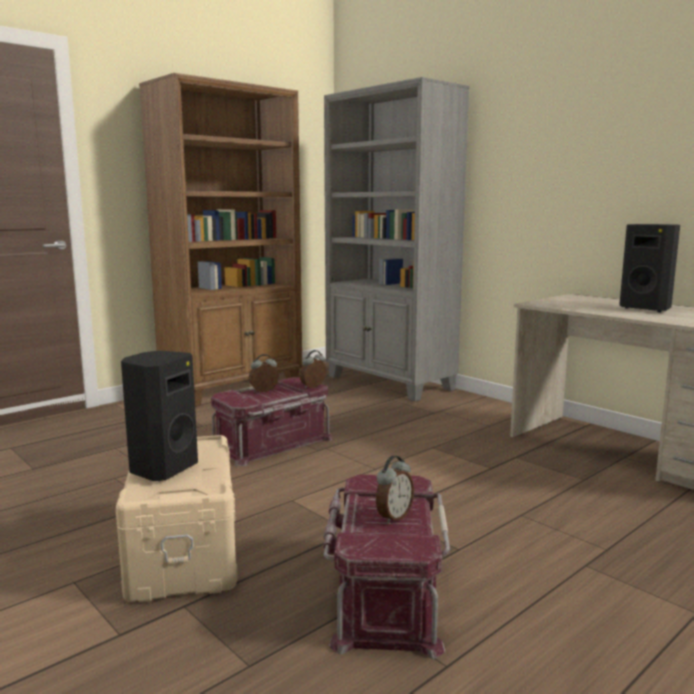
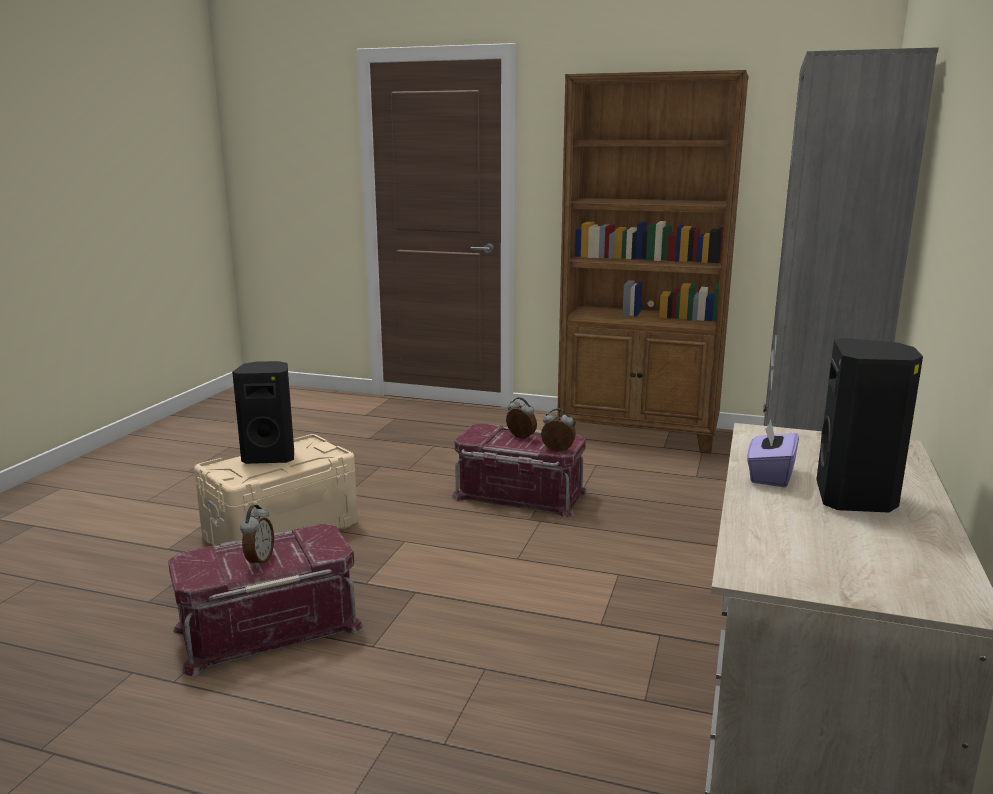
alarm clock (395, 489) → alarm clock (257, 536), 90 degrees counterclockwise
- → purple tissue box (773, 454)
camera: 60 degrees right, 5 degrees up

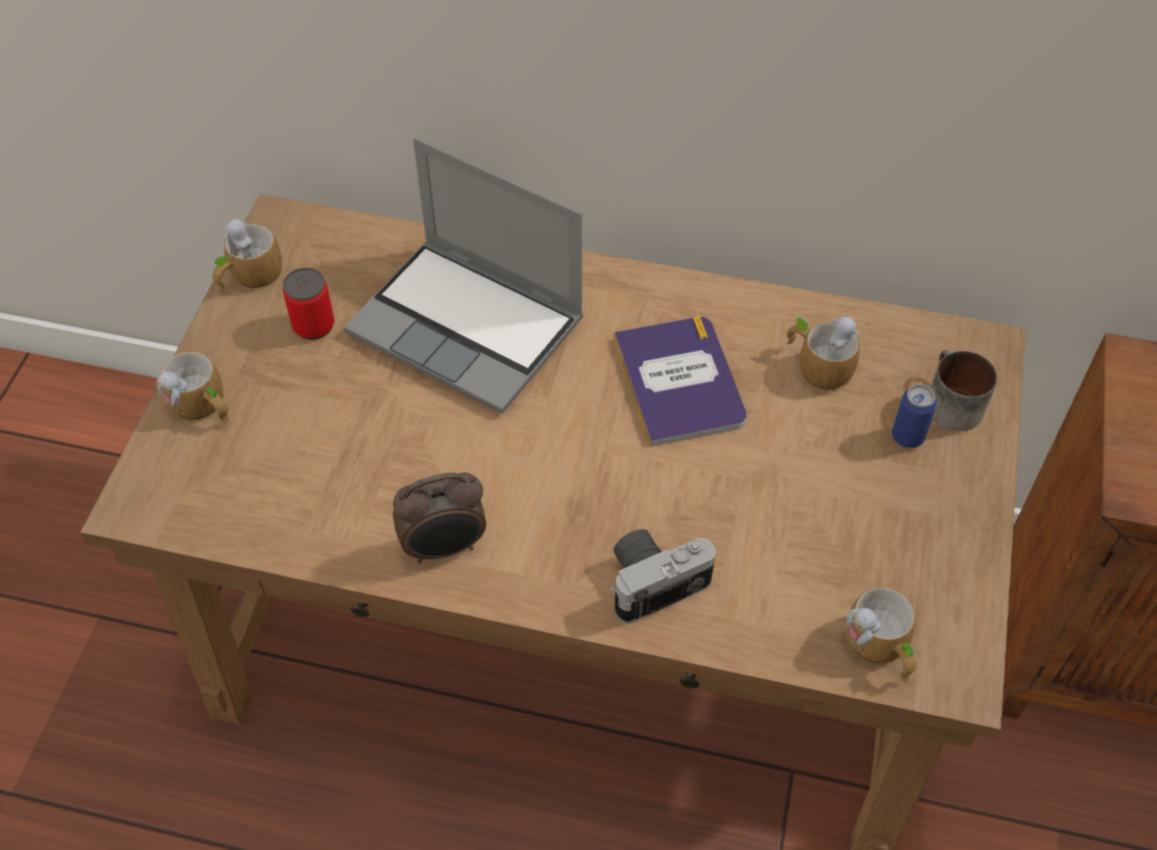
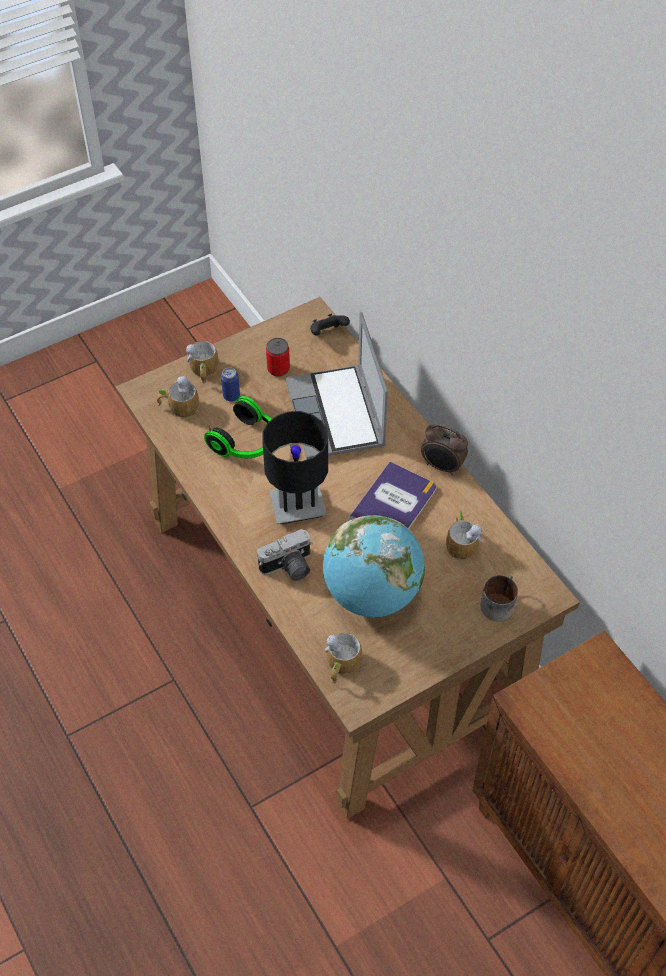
mug (247, 255) → mug (177, 397), relocated
- → headphones (238, 427)
can (914, 416) → can (230, 384), relocated
photo camera (662, 576) → photo camera (285, 555), 135 degrees clockwise
- → black table lamp (295, 467)
- → black game controller (330, 325)
- → globe (374, 566)
alarm clock (439, 518) → alarm clock (444, 449), relocated
camera: 45 degrees right, 0 degrees up

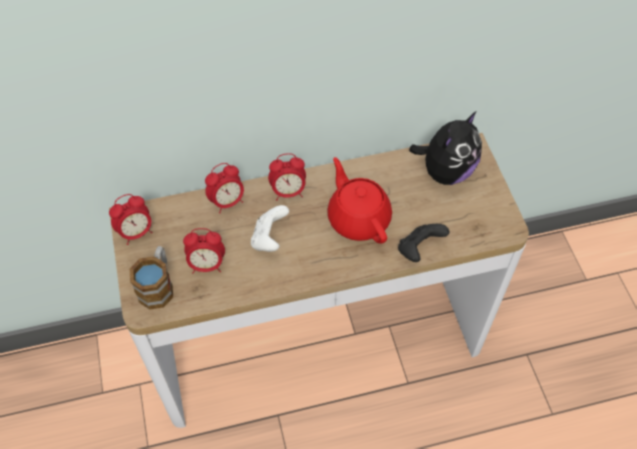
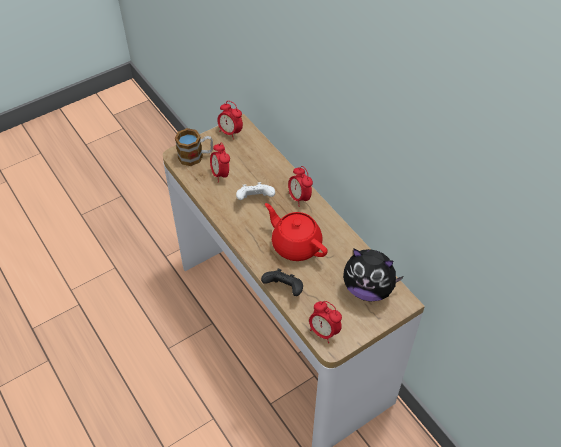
red teapot (359, 200) → red teapot (296, 232), 90 degrees counterclockwise
alarm clock (224, 188) → alarm clock (325, 322), relocated
camera: 70 degrees right, 5 degrees down

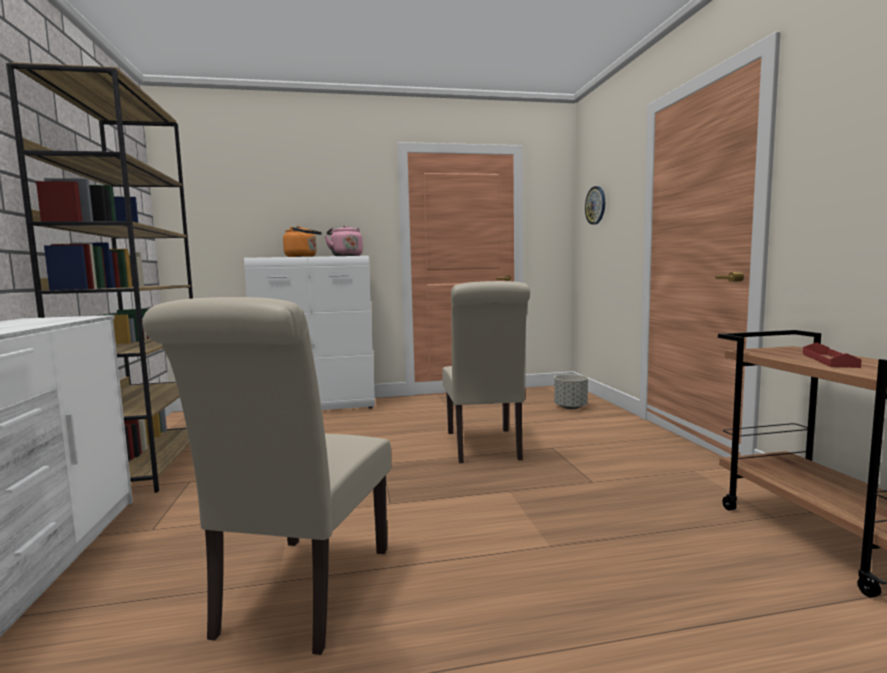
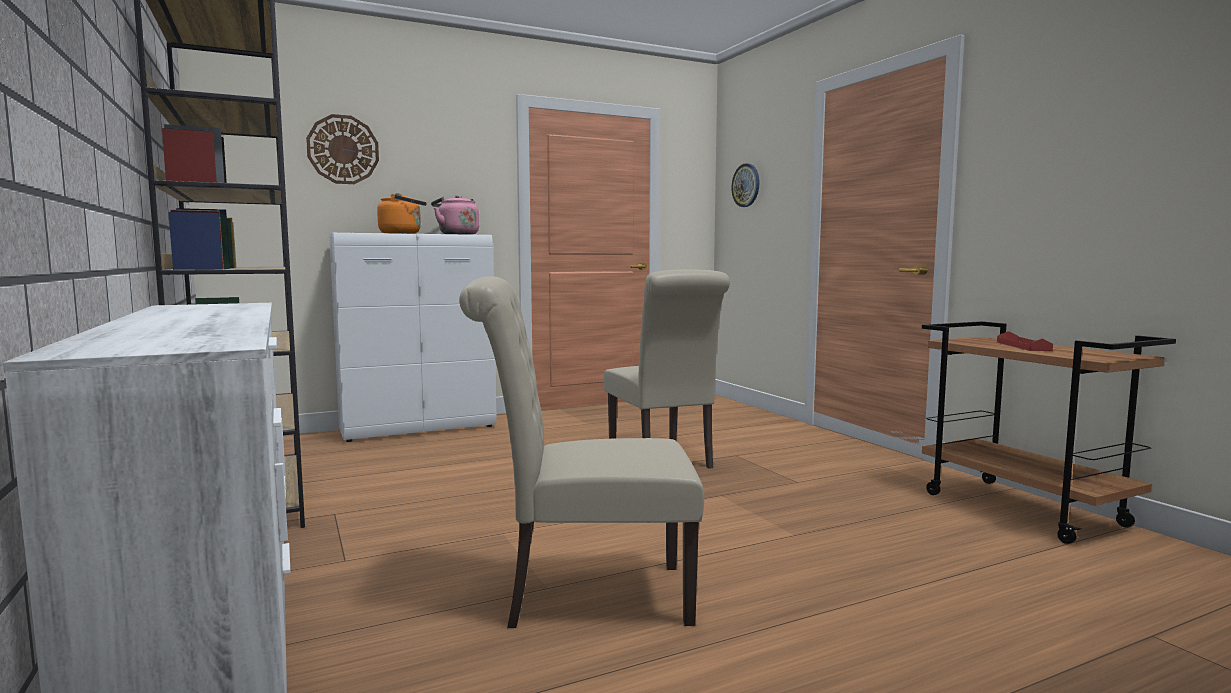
- → wall clock (342, 149)
beige chair (266, 476) → beige chair (581, 452), 90 degrees clockwise
grey planter (571, 391) → -
camera: 15 degrees left, 0 degrees up

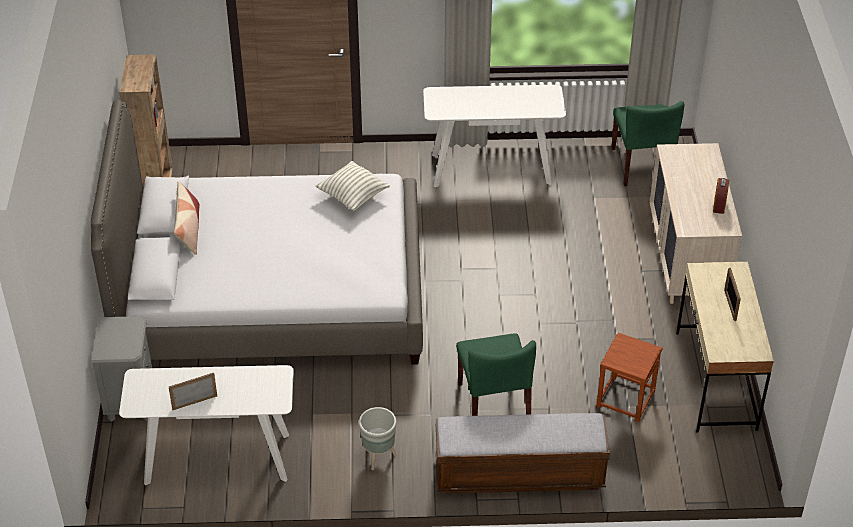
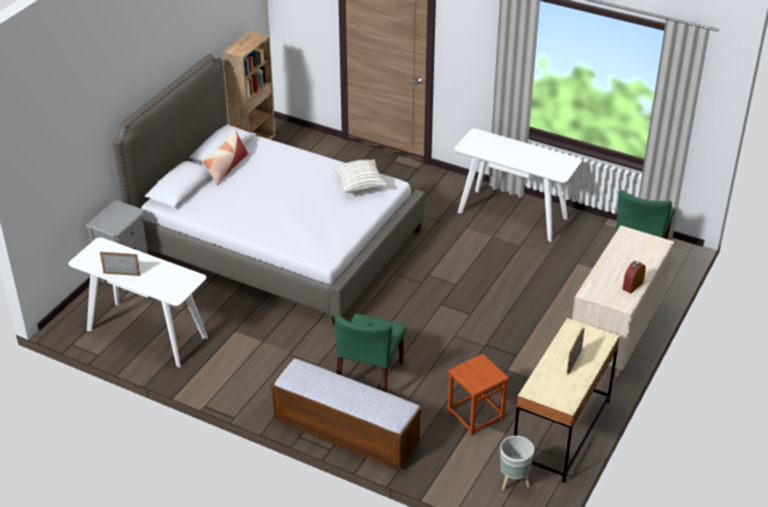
grey planter (377, 438) → grey planter (517, 463), relocated
camera: 30 degrees right, 5 degrees down

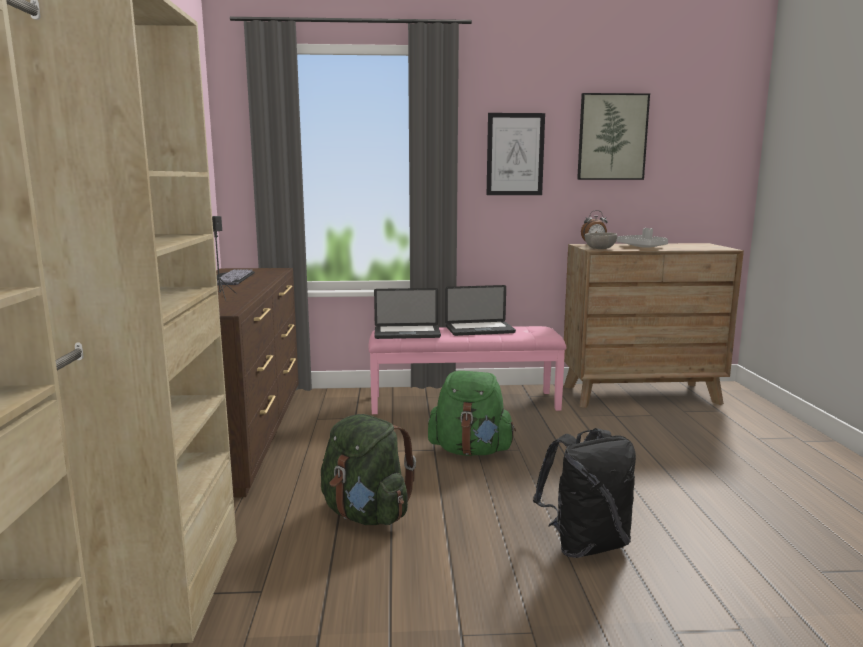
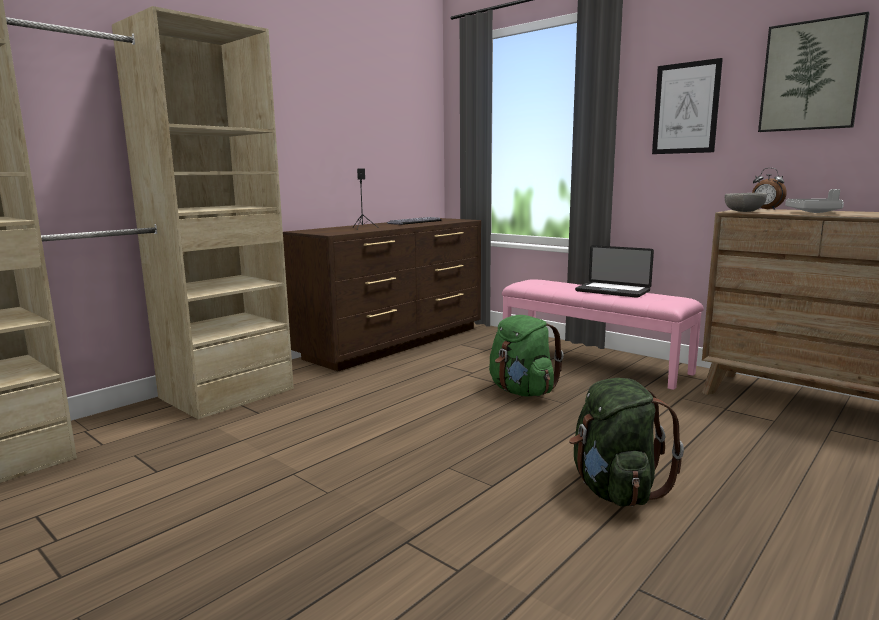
green backpack (368, 469) → green backpack (626, 442), relocated
laptop (407, 313) → -
black backpack (584, 493) → -
camera: 45 degrees right, 0 degrees up

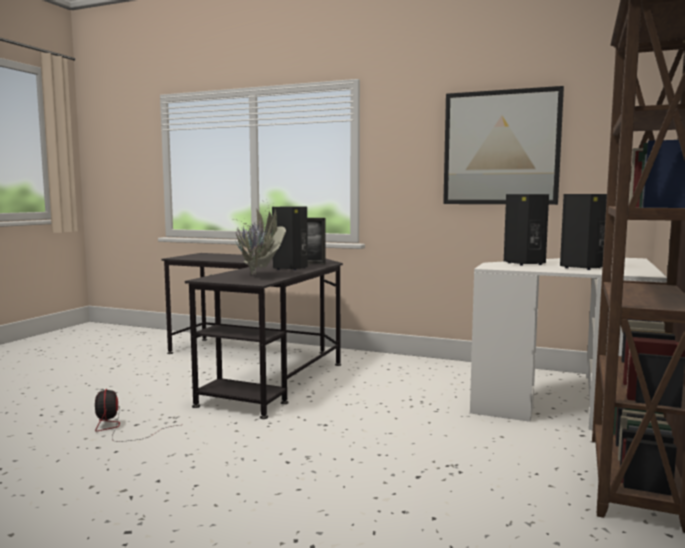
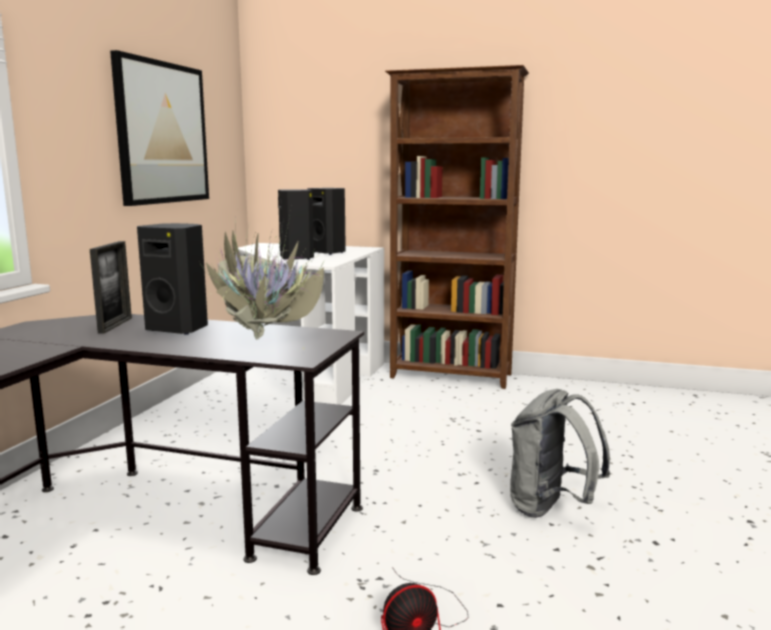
- → grey backpack (560, 453)
camera: 95 degrees left, 5 degrees up

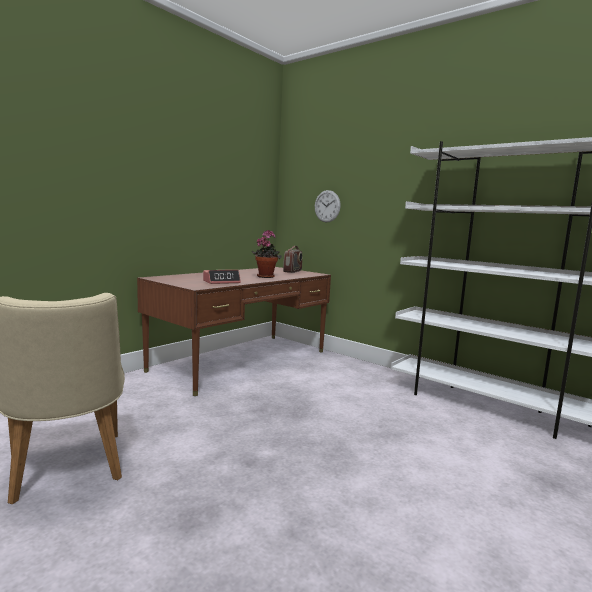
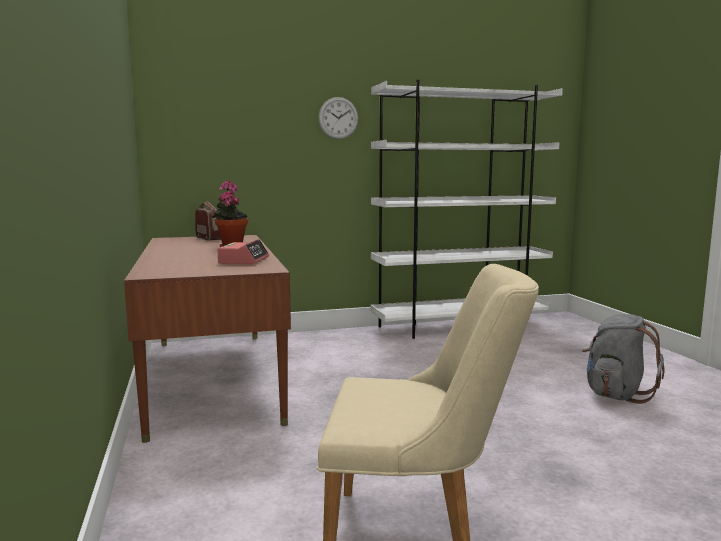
wall clock (328, 206) → wall clock (338, 118), relocated
- → grey backpack (623, 359)
camera: 55 degrees left, 0 degrees up

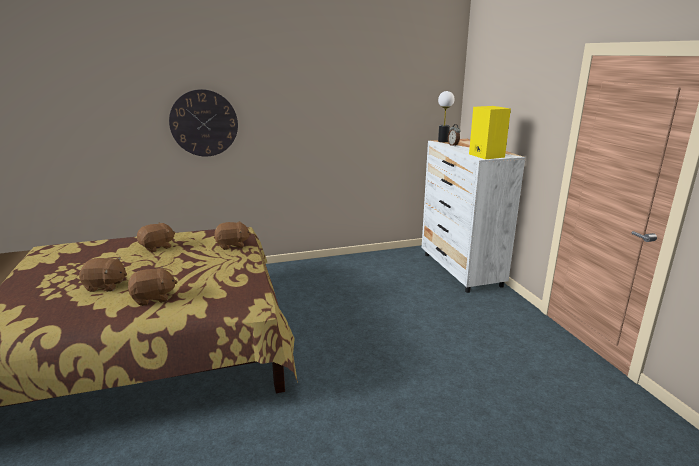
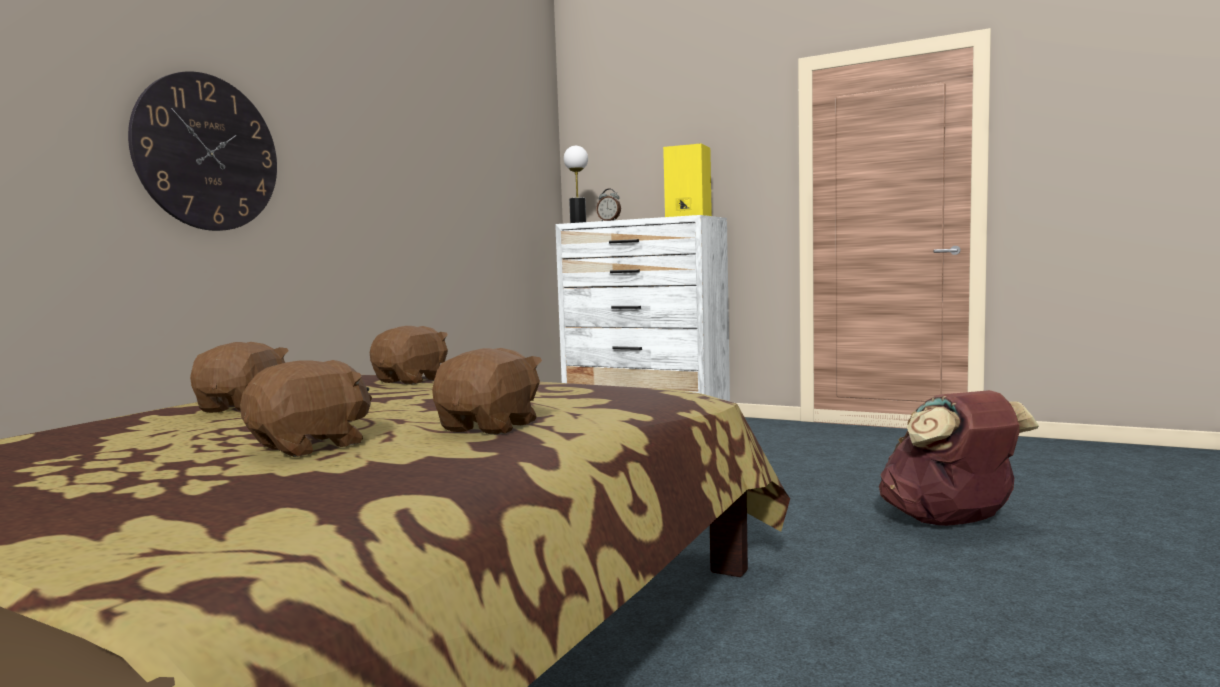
- → brown backpack (959, 458)
camera: 45 degrees left, 15 degrees down

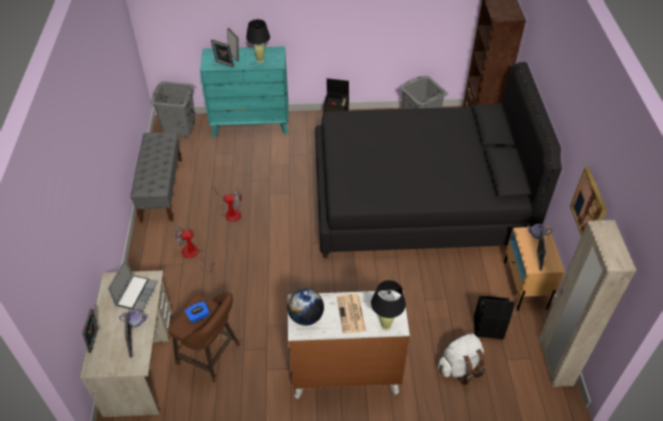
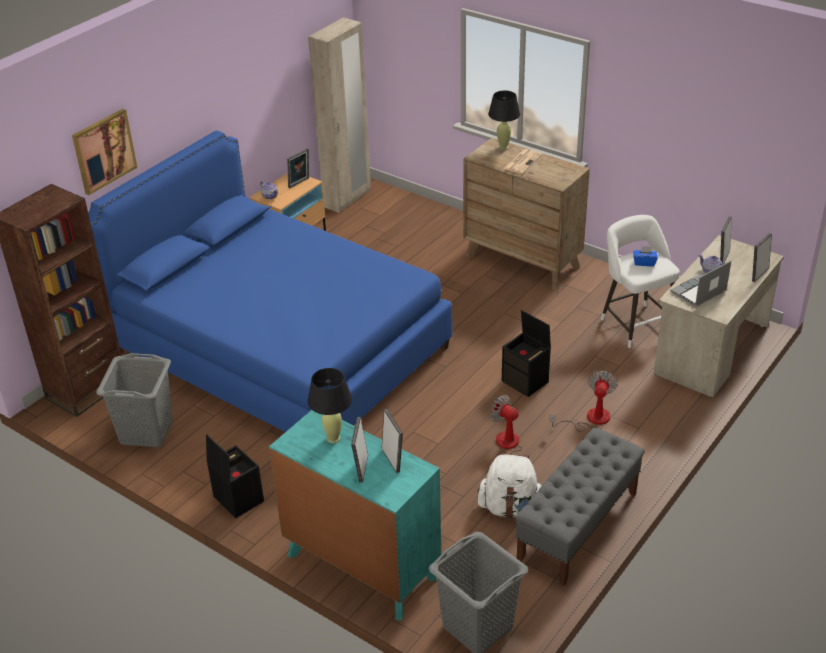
picture (588, 201) → picture (105, 152), relocated
black bed (438, 160) → blue bed (270, 281)
white dresser (349, 344) → brown dresser (526, 214)
white backpack (461, 359) → white backpack (509, 485), relocated
black storage box (494, 317) → black storage box (526, 353), relocated
fan (194, 248) → fan (583, 401), 105 degrees counterclockwise
brown stool (204, 337) → white stool (640, 281)
globe (305, 307) → -
camera: 140 degrees left, 10 degrees down

